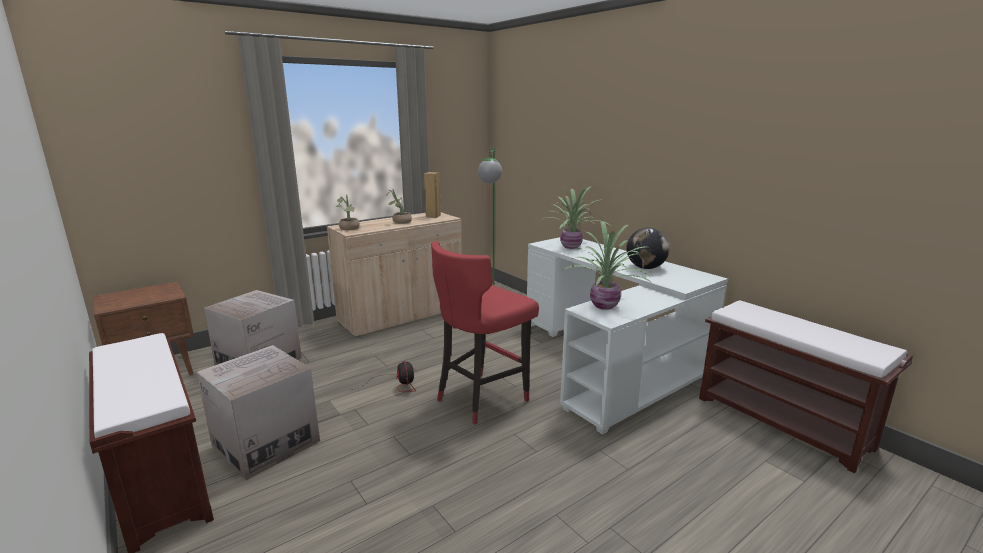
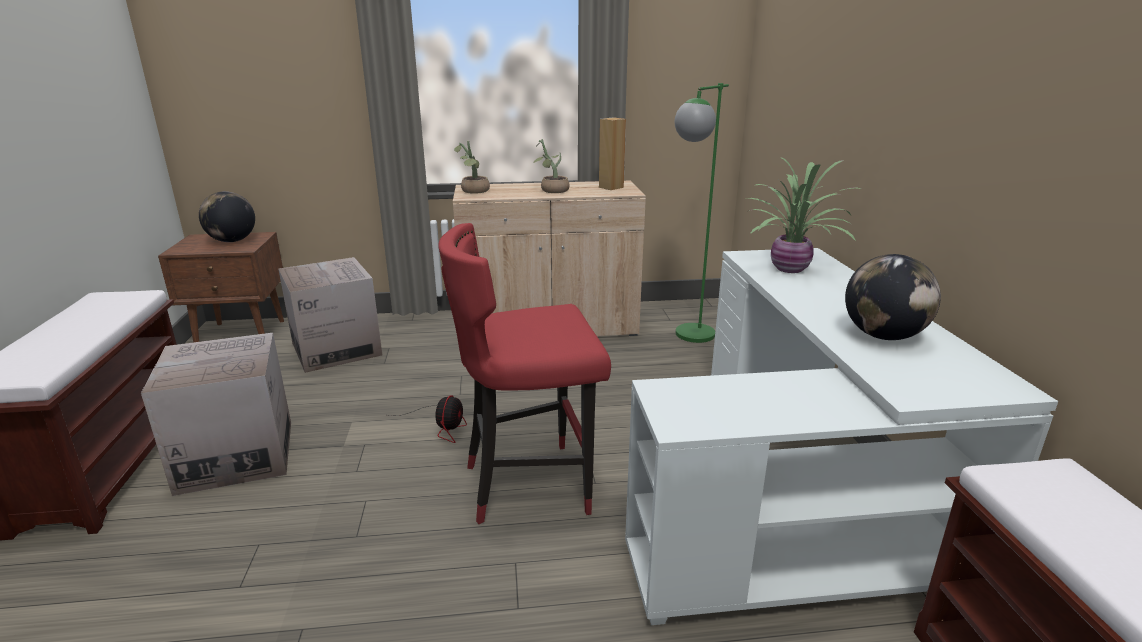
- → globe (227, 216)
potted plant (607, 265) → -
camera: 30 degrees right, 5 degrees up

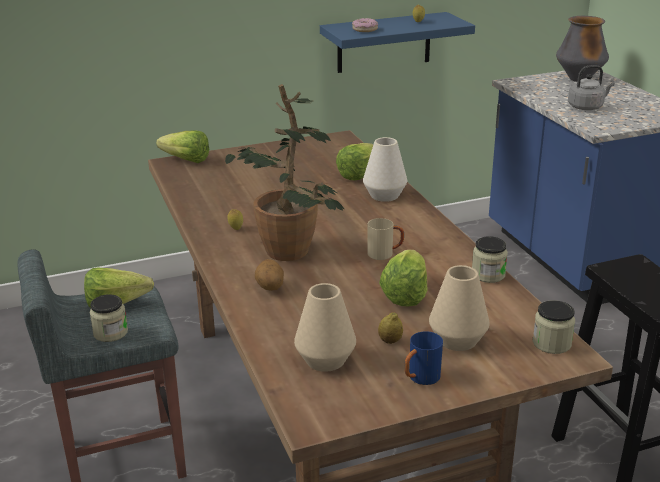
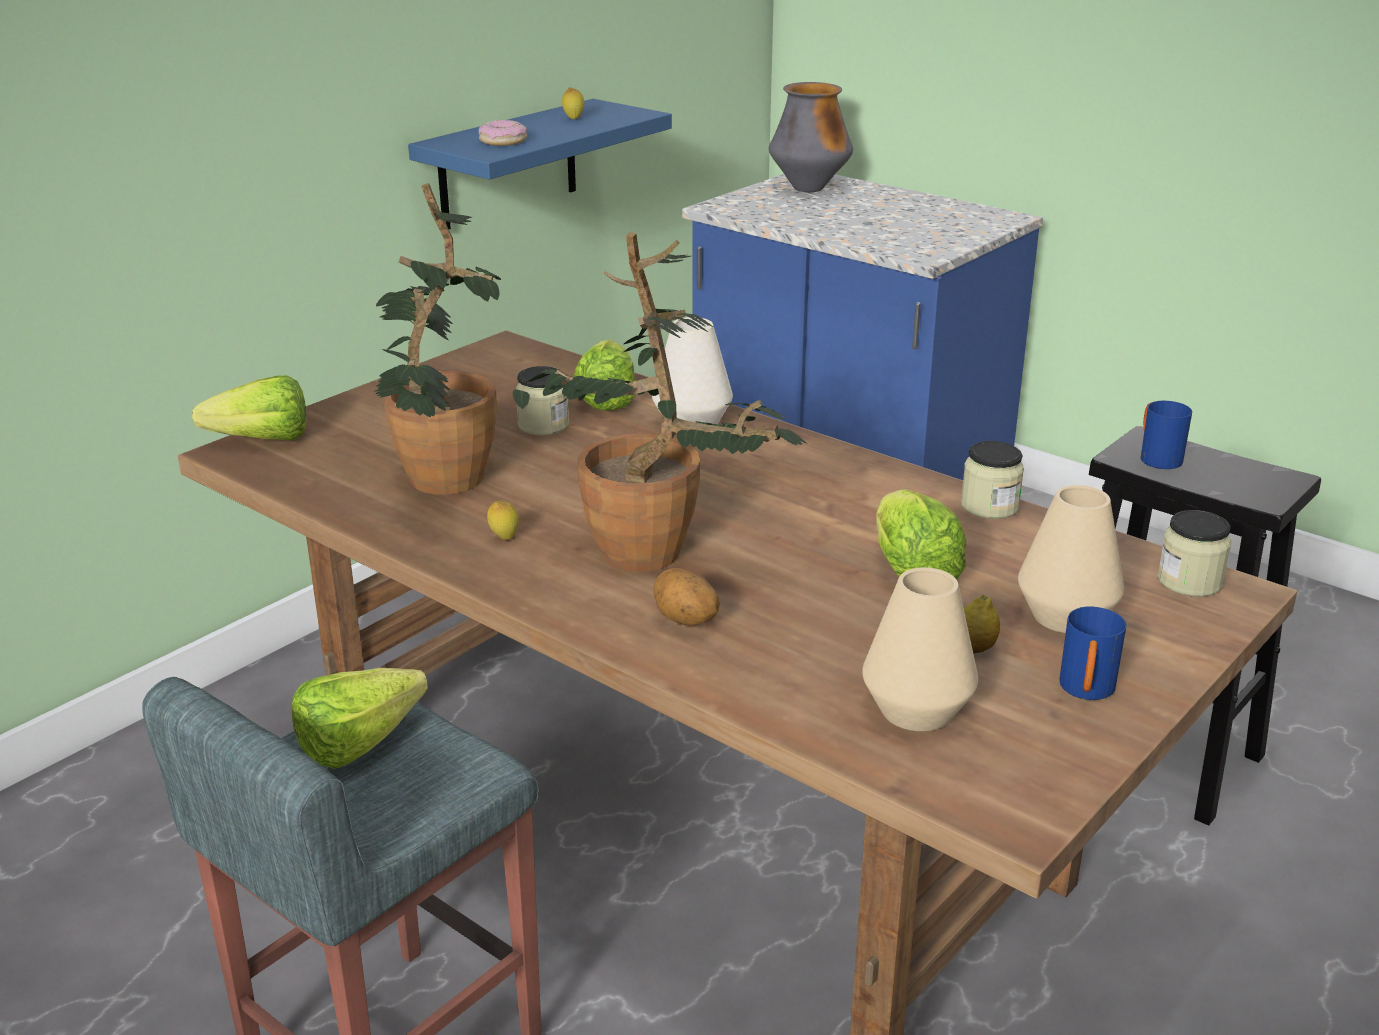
- → potted plant (437, 339)
jar (108, 318) → jar (542, 400), relocated
- → blue mug (1166, 435)
beige mug (386, 239) → -
grey kettle (591, 87) → -
camera: 30 degrees left, 0 degrees up

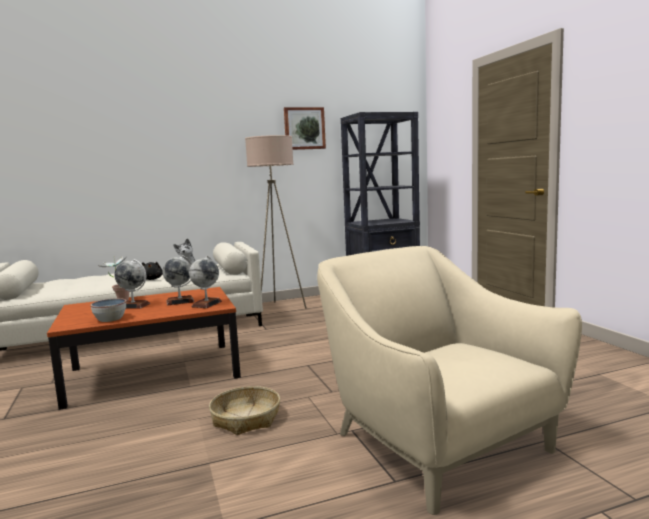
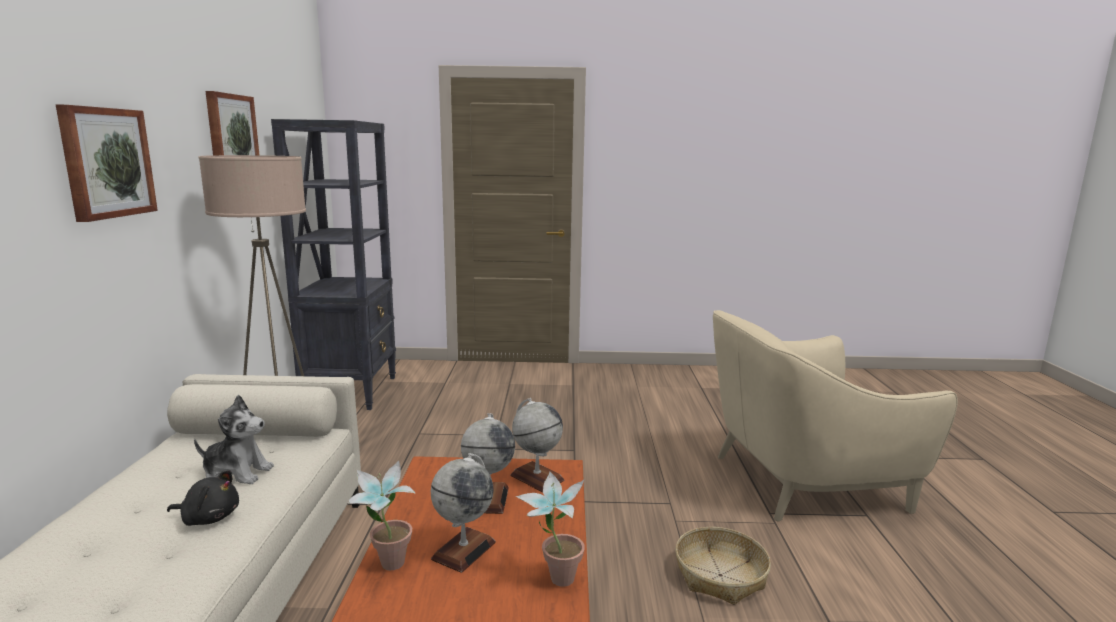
- → picture (107, 163)
bowl (108, 310) → potted plant (550, 529)
camera: 70 degrees left, 5 degrees up

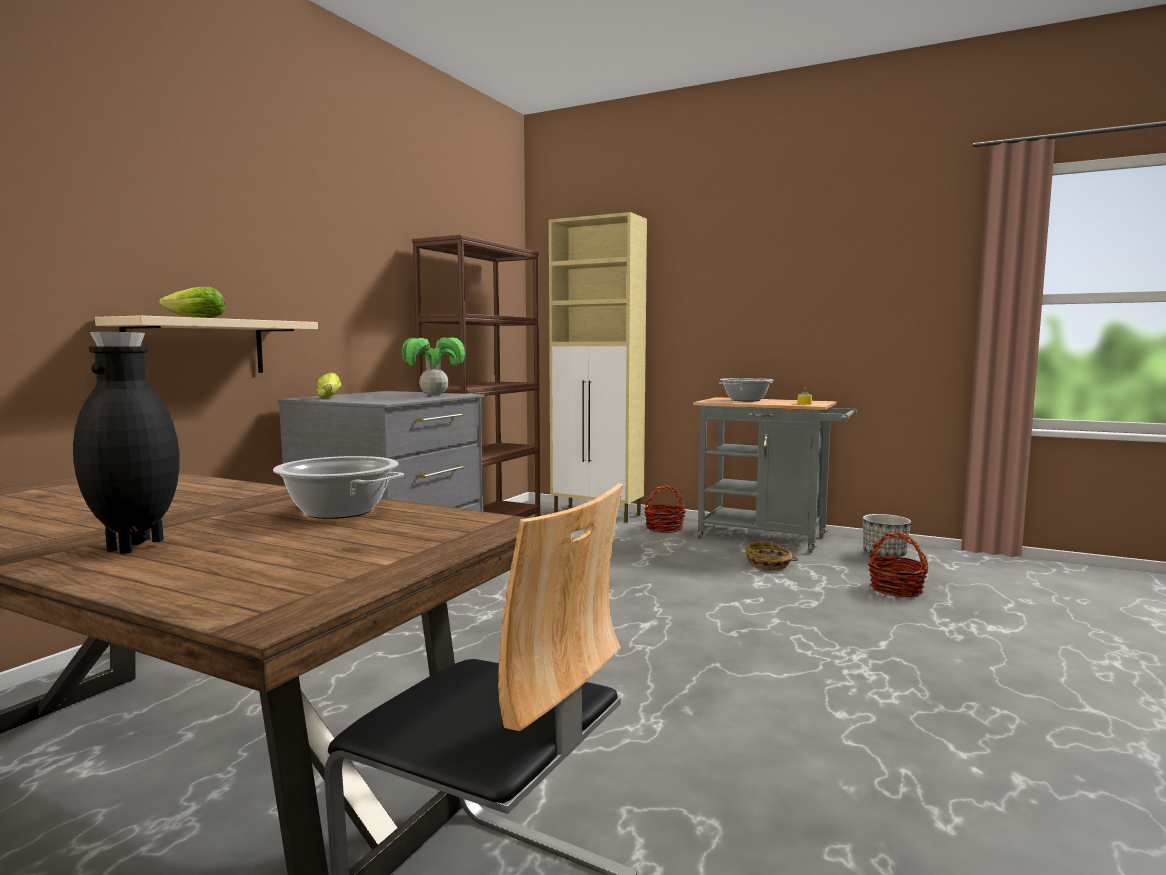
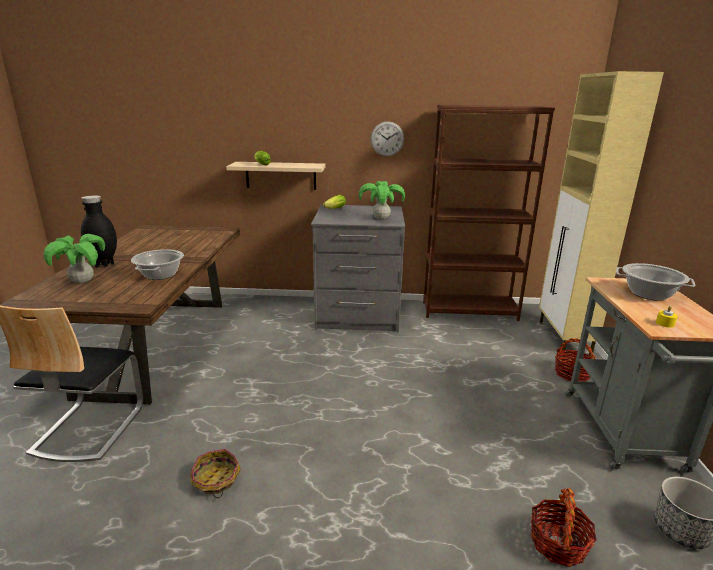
- → potted plant (74, 258)
basket (771, 555) → basket (215, 473), relocated
- → wall clock (387, 138)
camera: 65 degrees right, 15 degrees up

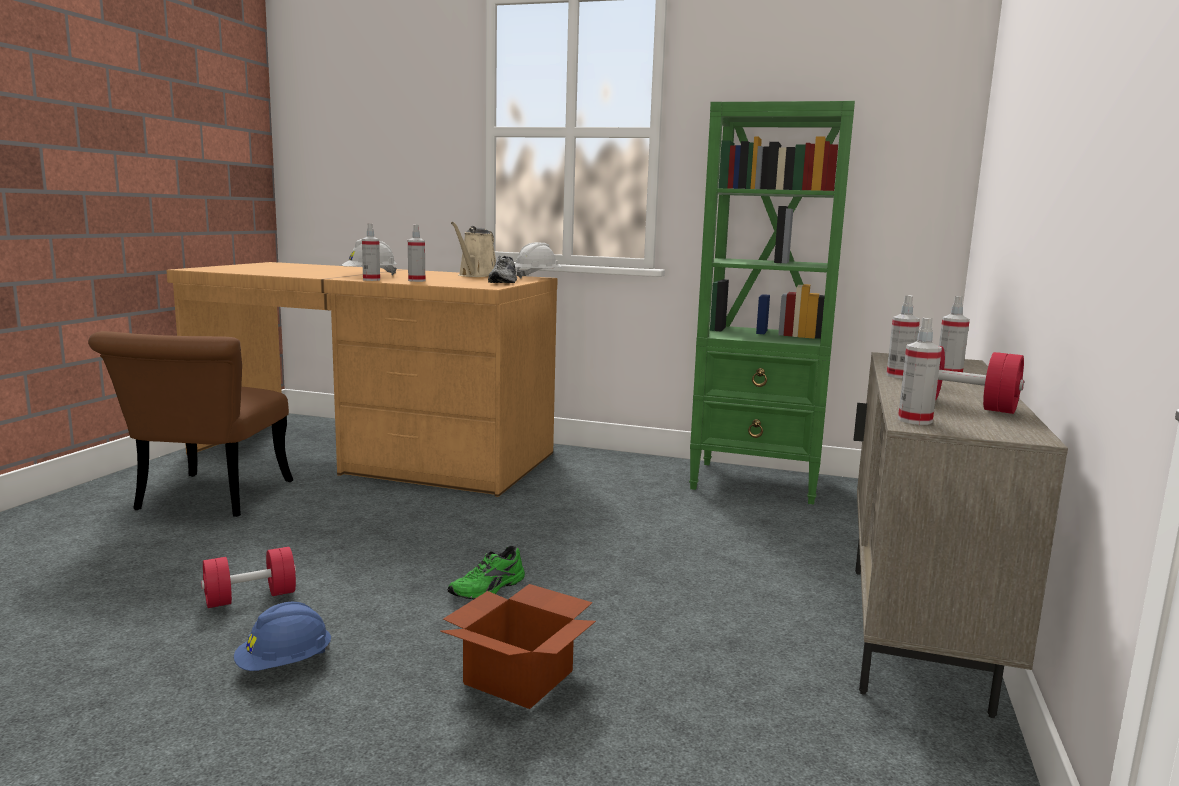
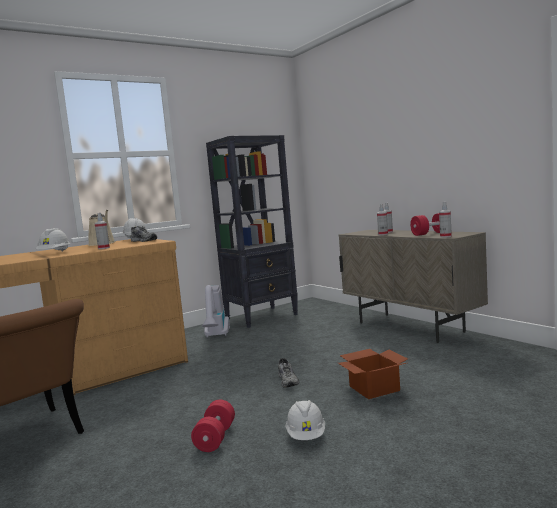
- → vacuum cleaner (216, 311)
green bookcase (772, 303) → black bookcase (252, 231)
green shoe (486, 572) → grey shoe (288, 373)
blue hard hat (282, 636) → white hard hat (305, 420)
spray bottle (371, 252) → -
camera: 50 degrees left, 5 degrees down

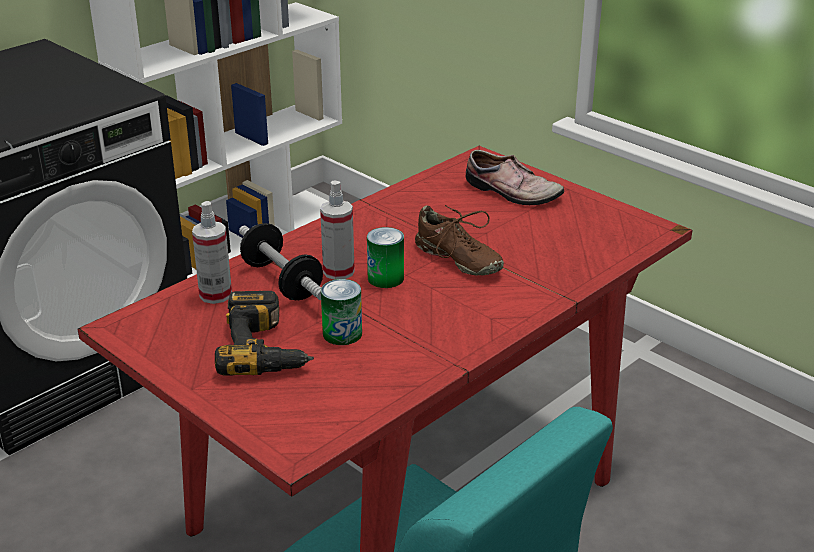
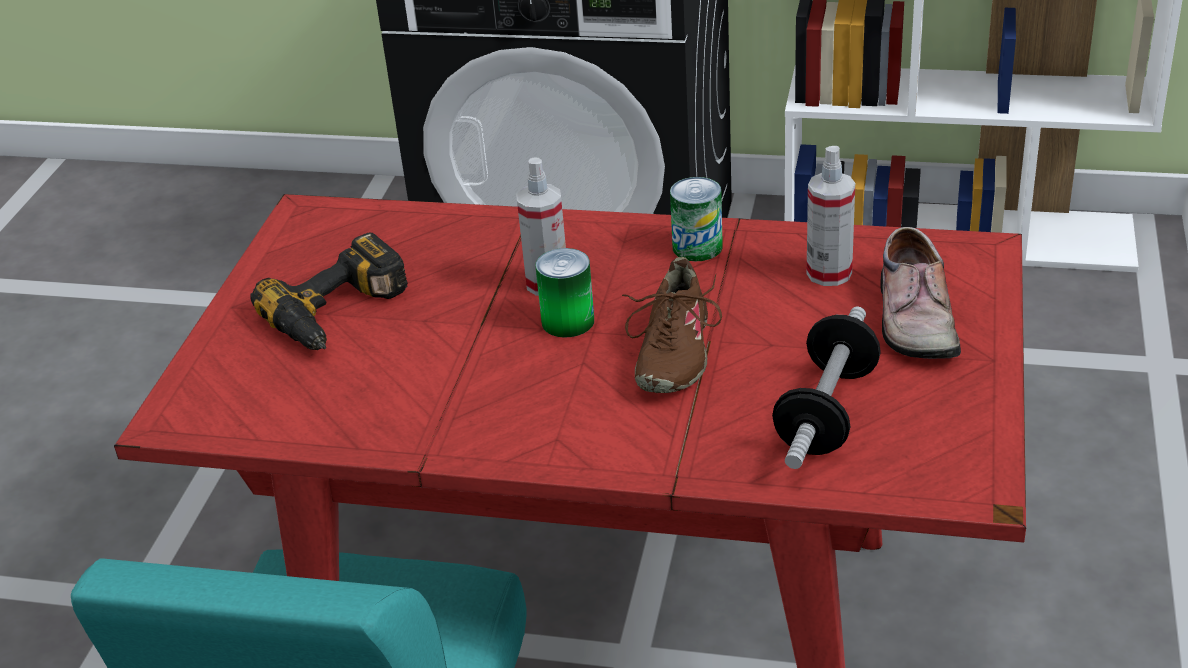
can (341, 312) → can (696, 219), relocated
dumbbell (281, 261) → dumbbell (826, 388), relocated
spray bottle (212, 252) → spray bottle (831, 216), relocated
camera: 60 degrees right, 5 degrees up

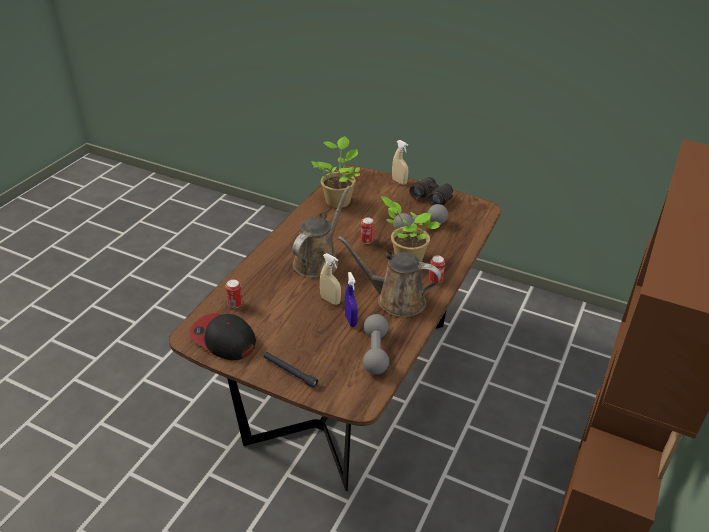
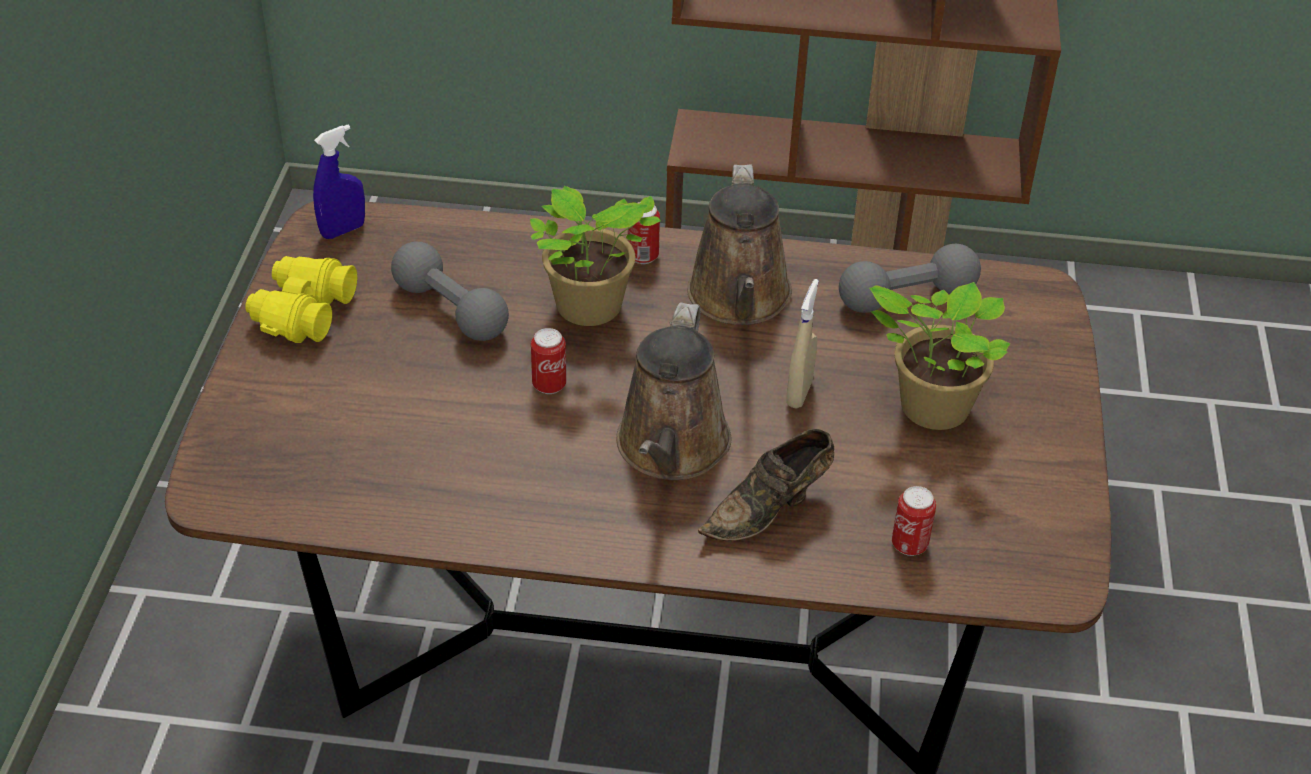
black binoculars (431, 191) → yellow binoculars (301, 299)
blue spray bottle (351, 299) → blue spray bottle (339, 181), relocated
brown watering can (321, 232) → brown watering can (674, 391), 90 degrees counterclockwise
- → brown shoe (766, 485)
potted plant (336, 172) → potted plant (939, 356), relocated
cap (223, 336) → -
black flashlight (290, 370) → -
beige spray bottle (400, 162) → -
camera: 110 degrees left, 5 degrees up

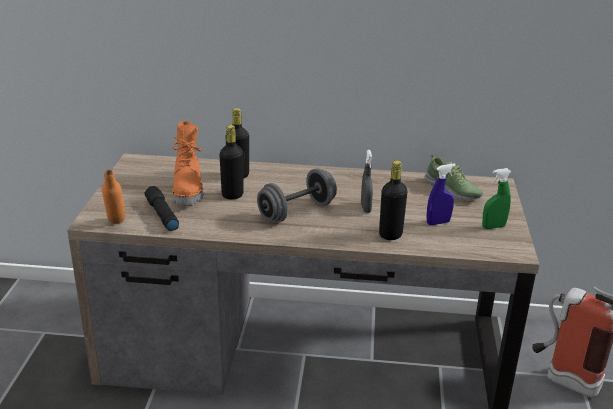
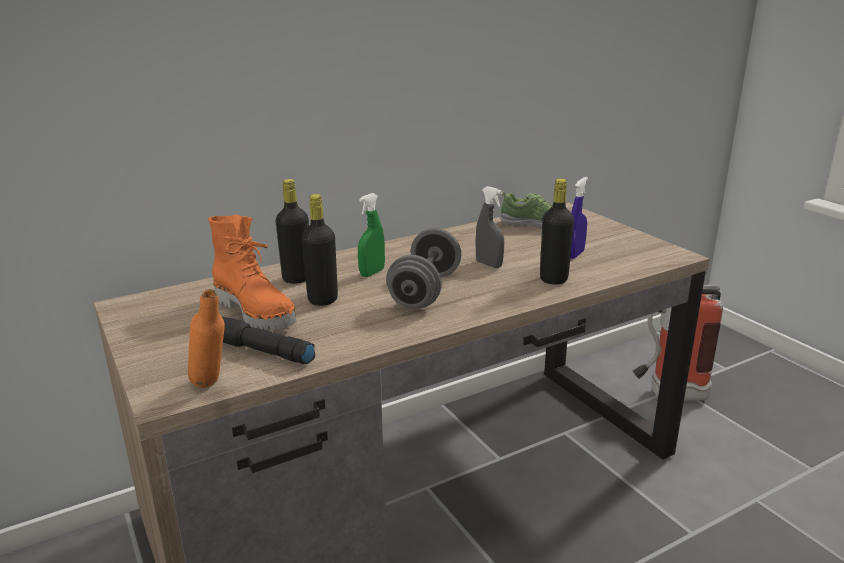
green spray bottle (497, 198) → green spray bottle (371, 235), relocated
camera: 35 degrees left, 5 degrees down

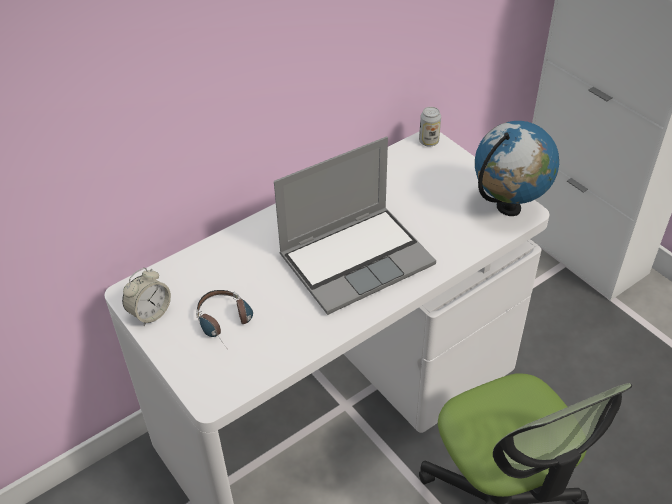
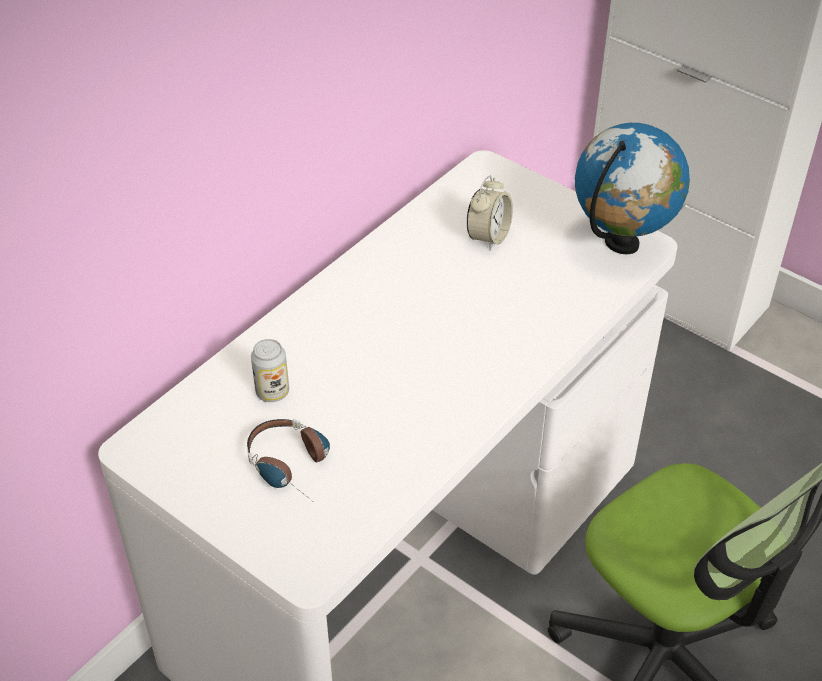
can (430, 127) → can (270, 370), relocated
alarm clock (146, 297) → alarm clock (490, 213), relocated
laptop (355, 226) → -
camera: 15 degrees left, 0 degrees up

